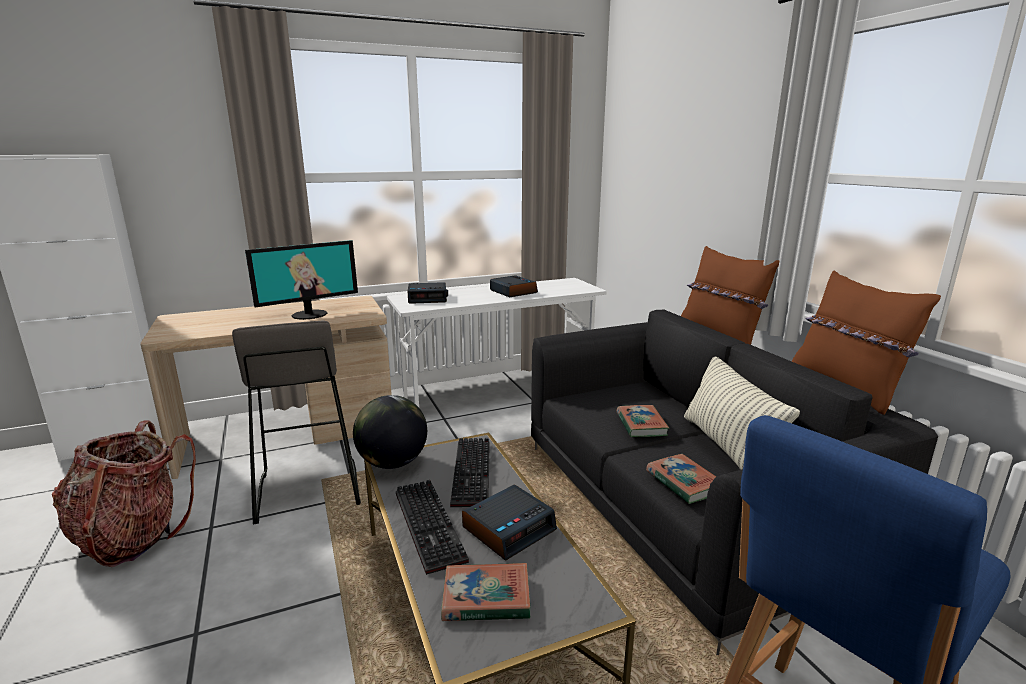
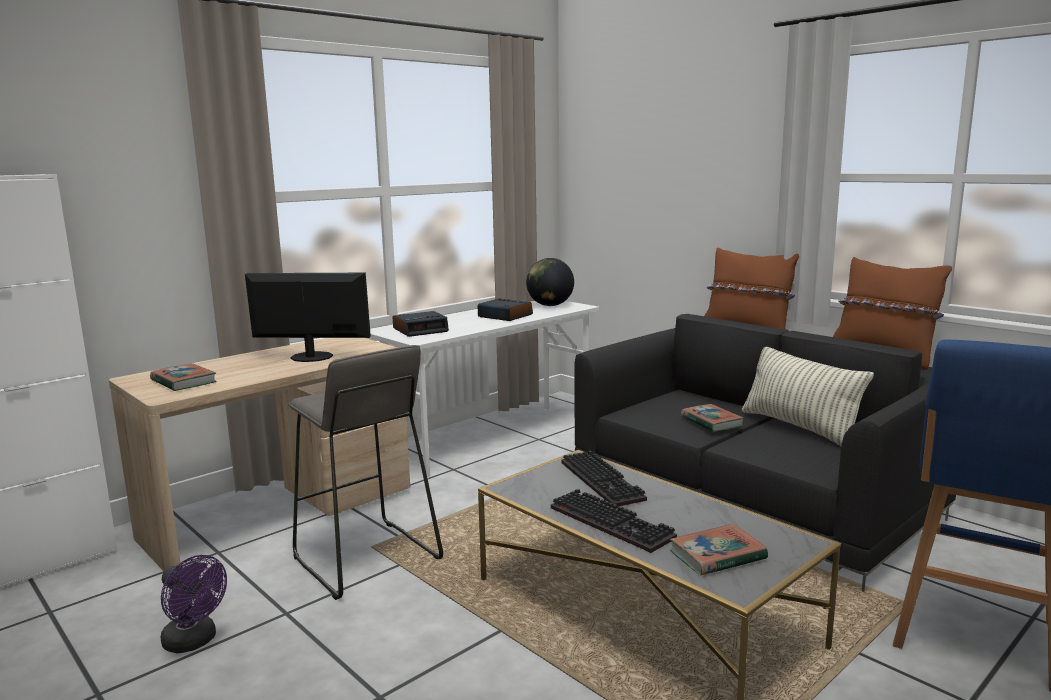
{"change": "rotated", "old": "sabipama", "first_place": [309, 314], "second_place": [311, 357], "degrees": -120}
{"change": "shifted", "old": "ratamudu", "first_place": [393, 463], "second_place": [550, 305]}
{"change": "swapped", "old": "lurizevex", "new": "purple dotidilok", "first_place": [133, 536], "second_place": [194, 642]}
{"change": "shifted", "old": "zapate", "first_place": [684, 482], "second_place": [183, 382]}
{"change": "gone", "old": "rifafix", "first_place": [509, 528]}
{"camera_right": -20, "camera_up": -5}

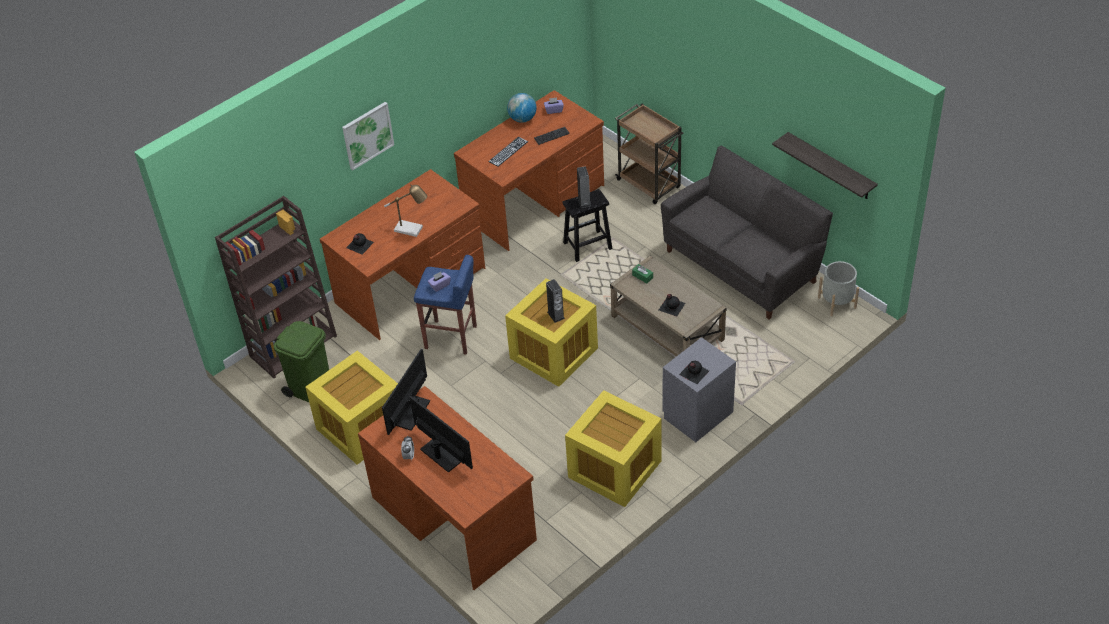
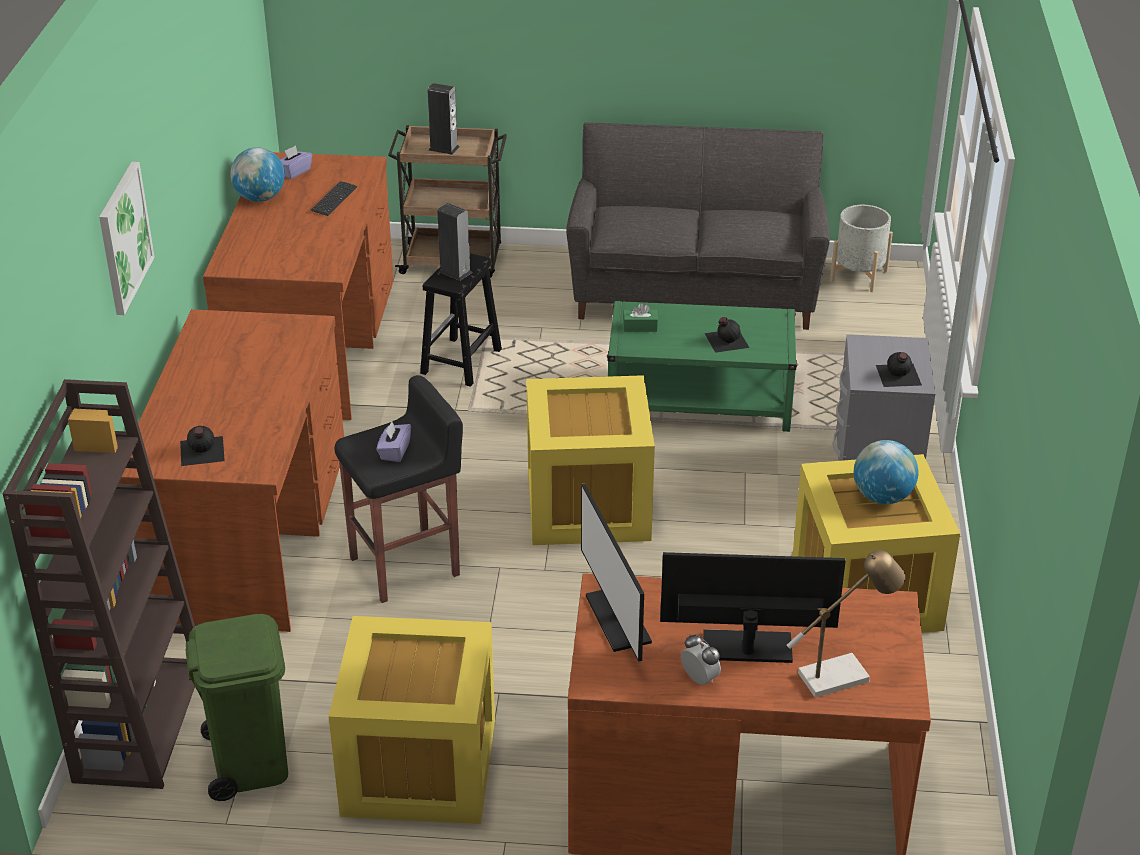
{"change": "gone", "old": "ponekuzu", "first_place": [831, 167]}
{"change": "gone", "old": "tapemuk", "first_place": [508, 151]}
{"change": "shifted", "old": "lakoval", "first_place": [412, 229], "second_place": [841, 674]}
{"change": "repainted", "old": "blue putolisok", "new": "black putolisok", "first_place": [451, 338], "second_place": [407, 567]}
{"change": "repainted", "old": "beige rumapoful", "new": "green rumapoful", "first_place": [667, 328], "second_place": [699, 399]}
{"change": "shifted", "old": "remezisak", "first_place": [556, 315], "second_place": [444, 148]}
{"change": "new", "new": "ratamudu", "second_place": [882, 497]}
{"camera_right": -45, "camera_up": -10}

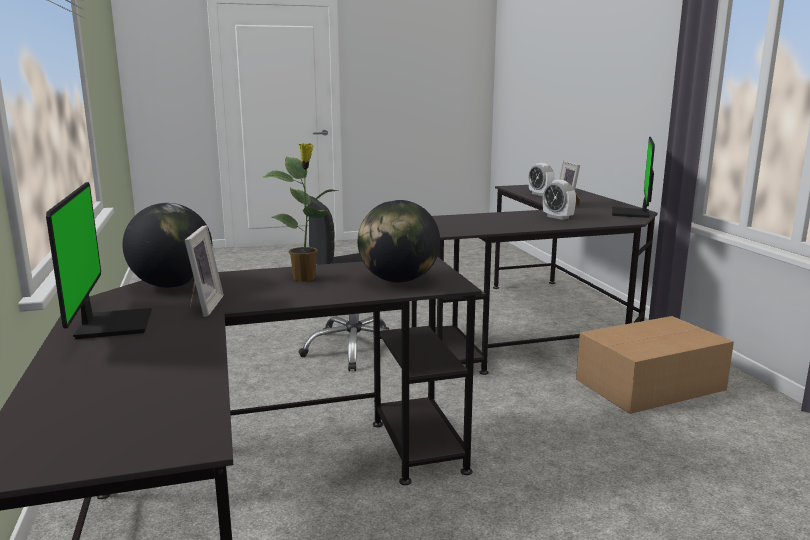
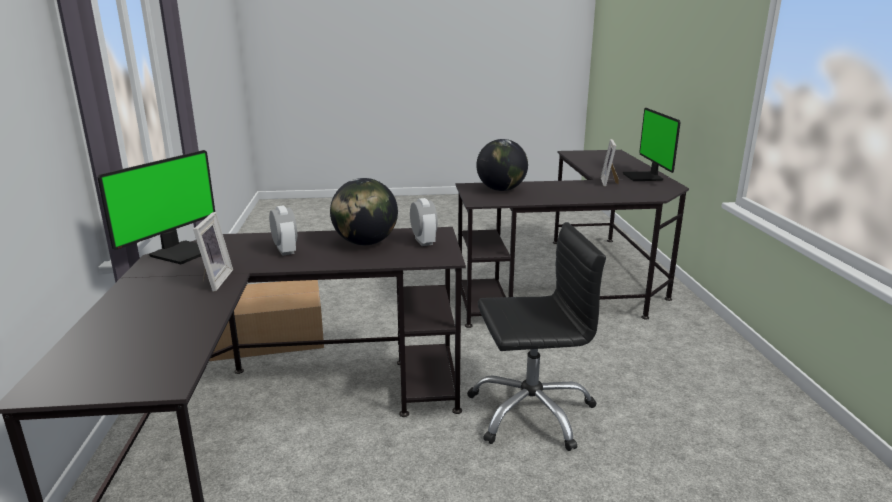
{"change": "gone", "old": "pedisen", "first_place": [306, 278]}
{"change": "shifted", "old": "rifafix", "first_place": [540, 194], "second_place": [423, 241]}
{"change": "shifted", "old": "ratamudu", "first_place": [172, 285], "second_place": [365, 243]}
{"camera_right": -170, "camera_up": 5}

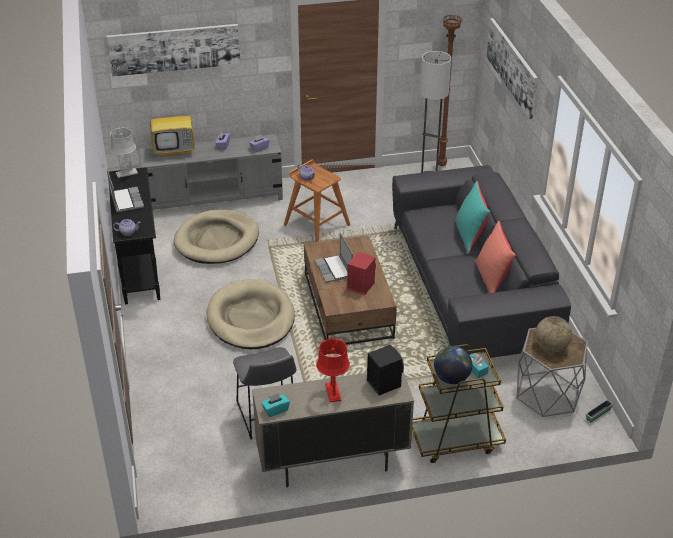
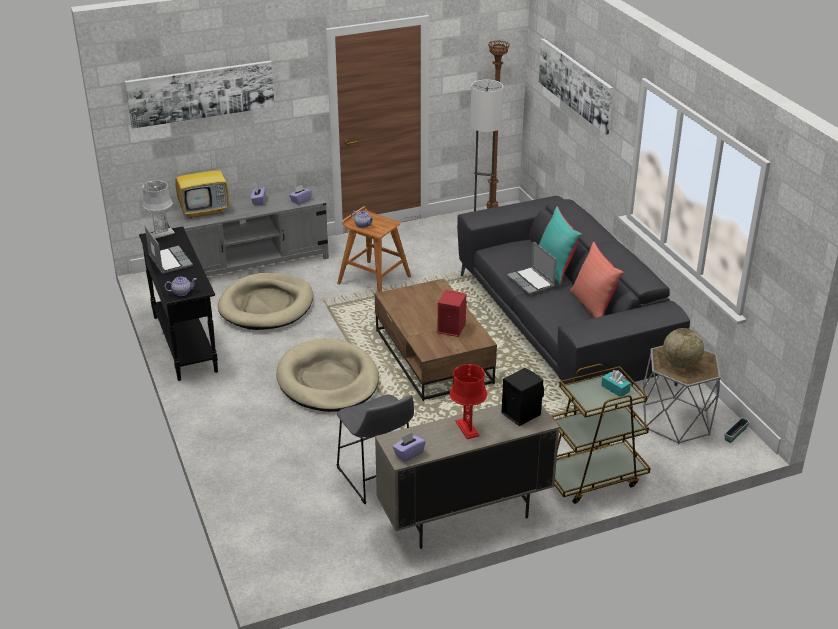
{"change": "shifted", "old": "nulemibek", "first_place": [334, 269], "second_place": [531, 282]}
{"change": "gone", "old": "ratamudu", "first_place": [451, 378]}
{"change": "repainted", "old": "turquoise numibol", "new": "purple numibol", "first_place": [275, 410], "second_place": [408, 454]}
{"camera_right": -10, "camera_up": -5}

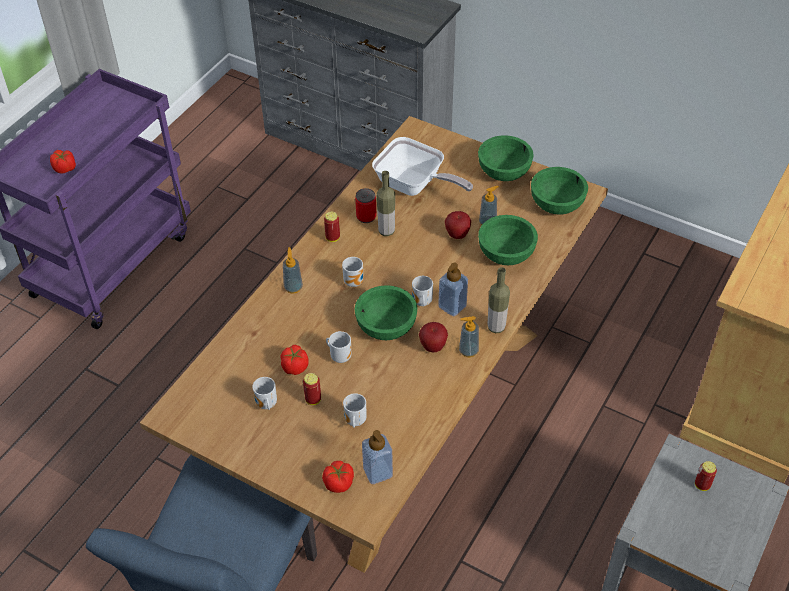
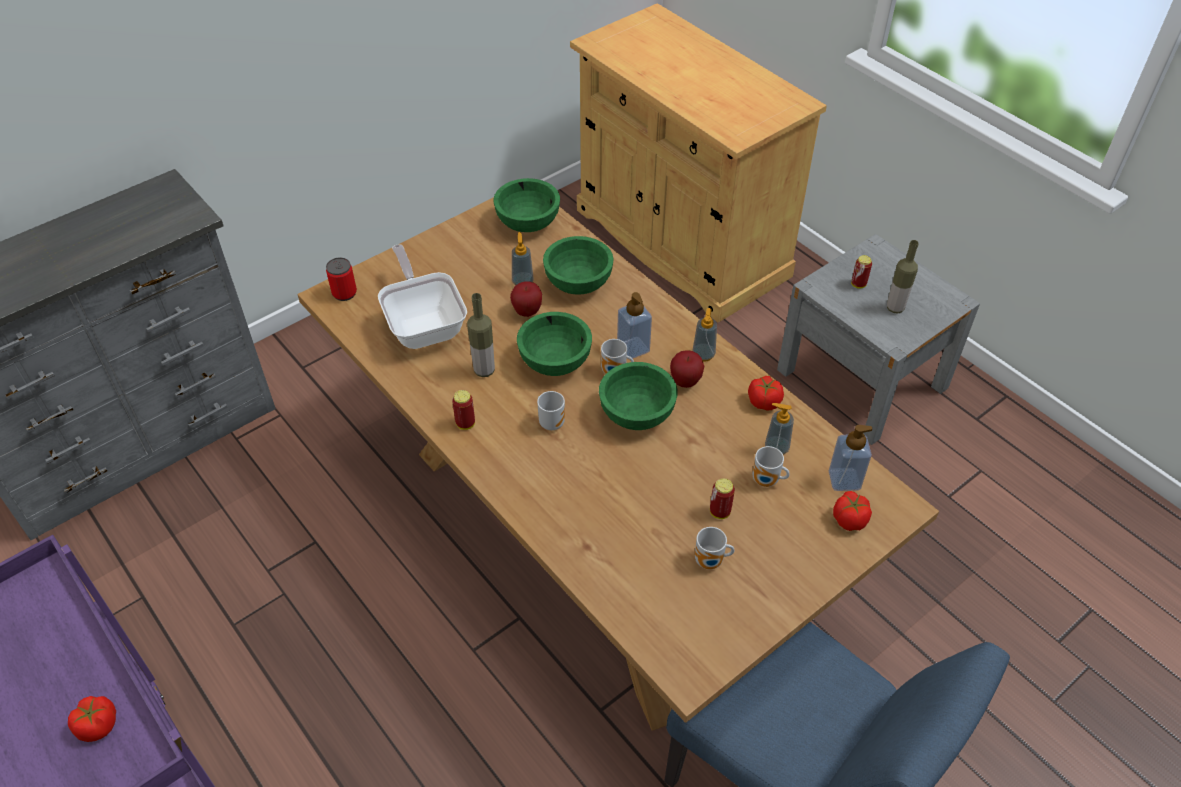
{"change": "shifted", "old": "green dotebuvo", "first_place": [504, 172], "second_place": [555, 361]}
{"change": "rotated", "old": "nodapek", "first_place": [414, 186], "second_place": [424, 324], "degrees": -75}
{"change": "shifted", "old": "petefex", "first_place": [366, 217], "second_place": [344, 293]}
{"change": "shifted", "old": "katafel", "first_place": [293, 287], "second_place": [776, 448]}
{"change": "shifted", "old": "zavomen", "first_place": [496, 327], "second_place": [895, 308]}
{"change": "gone", "old": "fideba", "first_place": [340, 356]}
{"change": "shifted", "old": "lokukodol", "first_place": [295, 366], "second_place": [763, 402]}
{"camera_right": -70, "camera_up": 0}

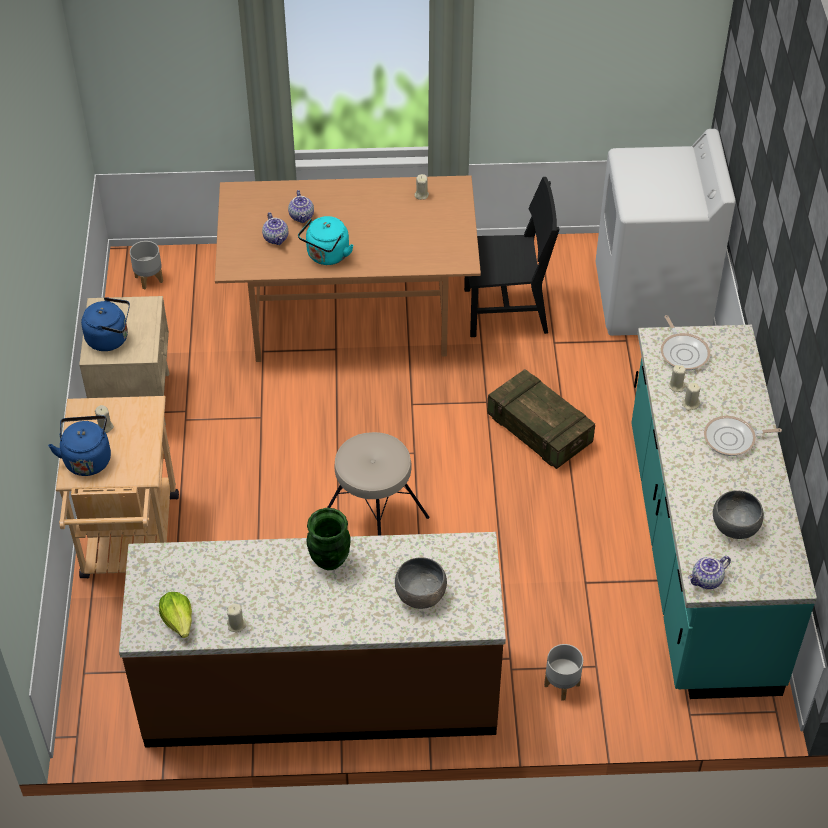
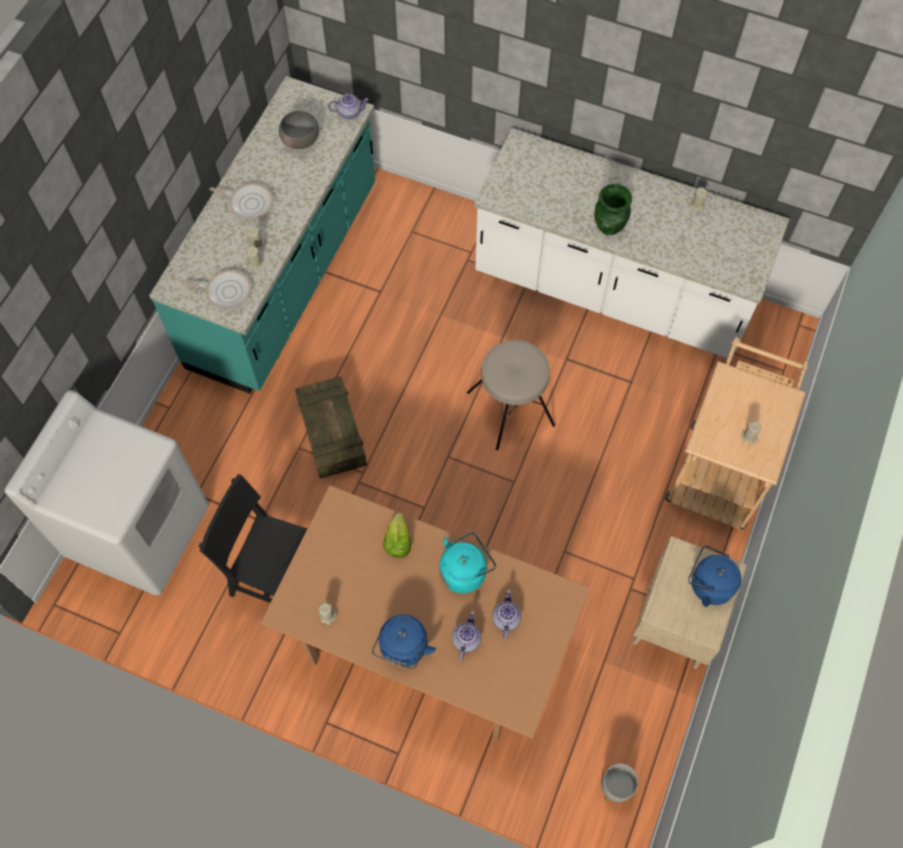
{"change": "rotated", "old": "nodapek", "first_place": [683, 352], "second_place": [226, 291], "degrees": 90}
{"change": "shifted", "old": "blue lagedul", "first_place": [87, 458], "second_place": [403, 649]}
{"change": "repainted", "old": "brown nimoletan", "new": "white nimoletan", "first_place": [320, 689], "second_place": [612, 290]}
{"change": "gone", "old": "grey dotebuvo", "first_place": [420, 594]}
{"change": "shifted", "old": "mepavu", "first_place": [179, 621], "second_place": [397, 541]}
{"change": "gone", "old": "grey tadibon", "first_place": [561, 684]}
{"camera_right": -155, "camera_up": 15}

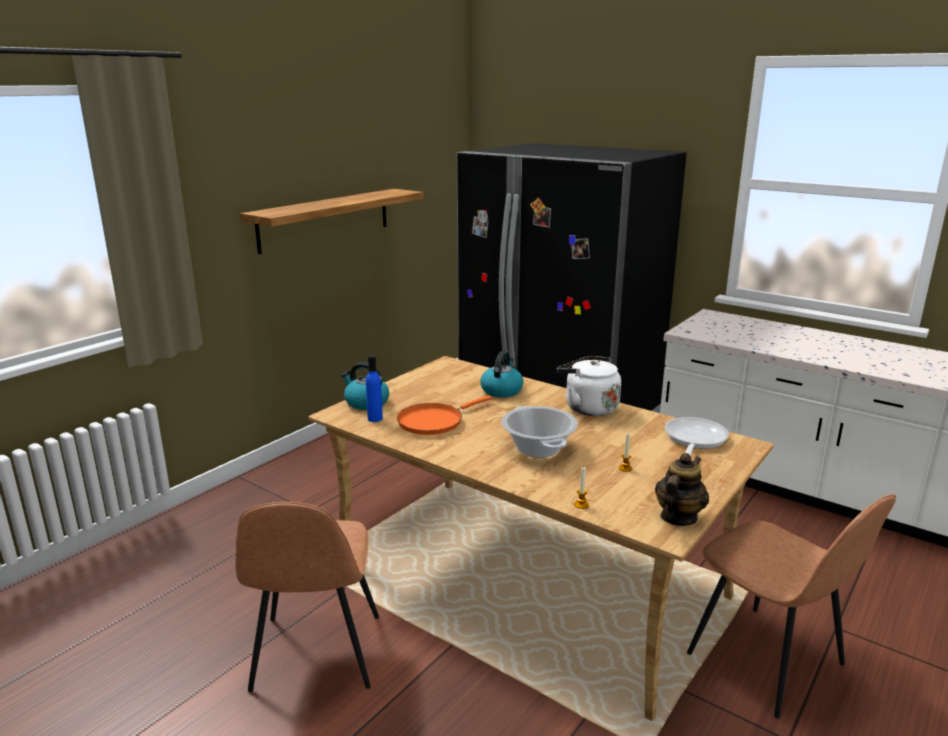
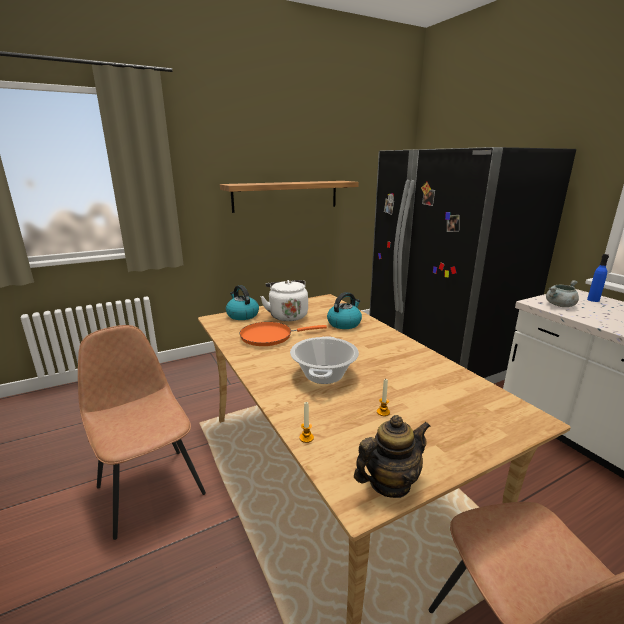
{"change": "shifted", "old": "blue zavomen", "first_place": [375, 418], "second_place": [593, 300]}
{"change": "shifted", "old": "white lagedul", "first_place": [588, 407], "second_place": [287, 315]}
{"change": "gone", "old": "nodapek", "first_place": [694, 440]}
{"change": "rotated", "old": "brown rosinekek", "first_place": [316, 655], "second_place": [150, 488], "degrees": 120}
{"change": "new", "new": "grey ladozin", "second_place": [560, 305]}
{"camera_right": 25, "camera_up": 0}

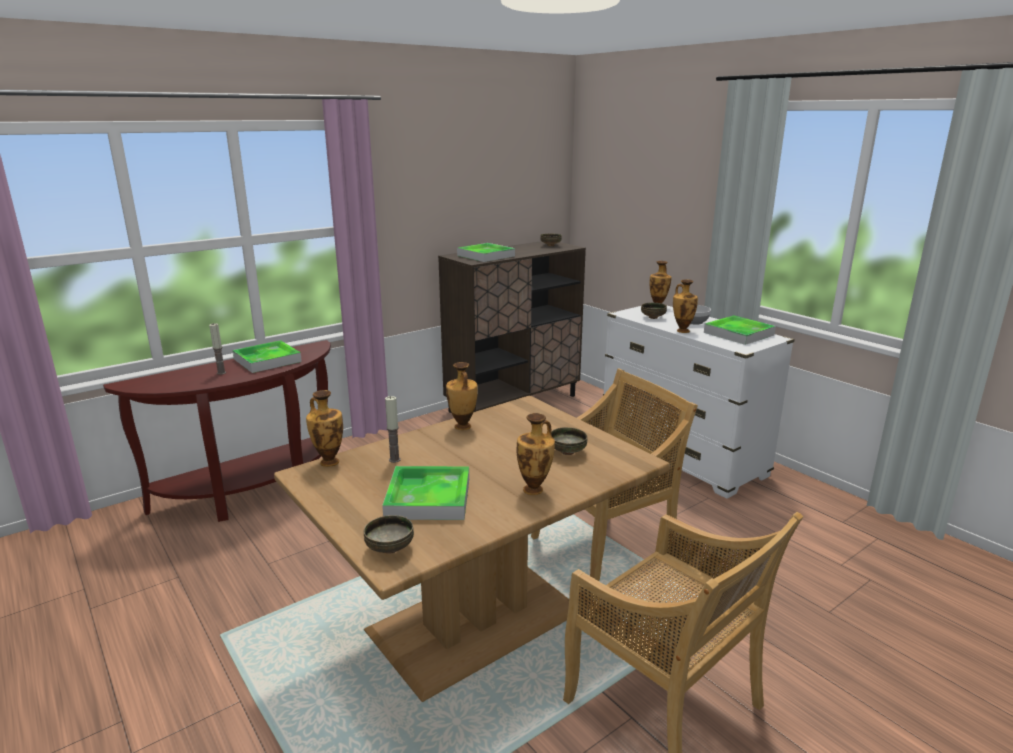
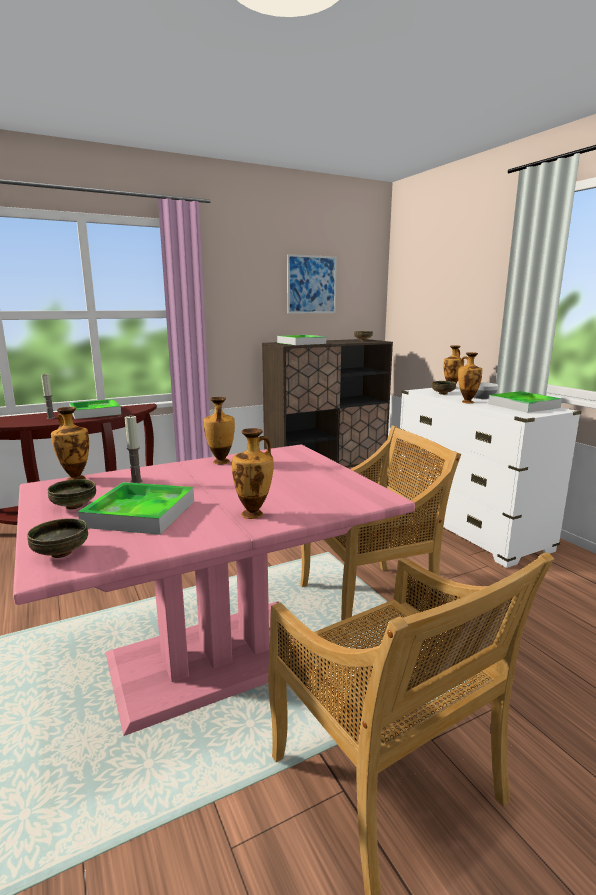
{"change": "repainted", "old": "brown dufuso", "new": "pink dufuso", "first_place": [477, 622], "second_place": [216, 659]}
{"change": "shifted", "old": "dotebuvo", "first_place": [567, 452], "second_place": [73, 506]}
{"change": "new", "new": "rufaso", "second_place": [311, 284]}
{"camera_right": 10, "camera_up": -5}

